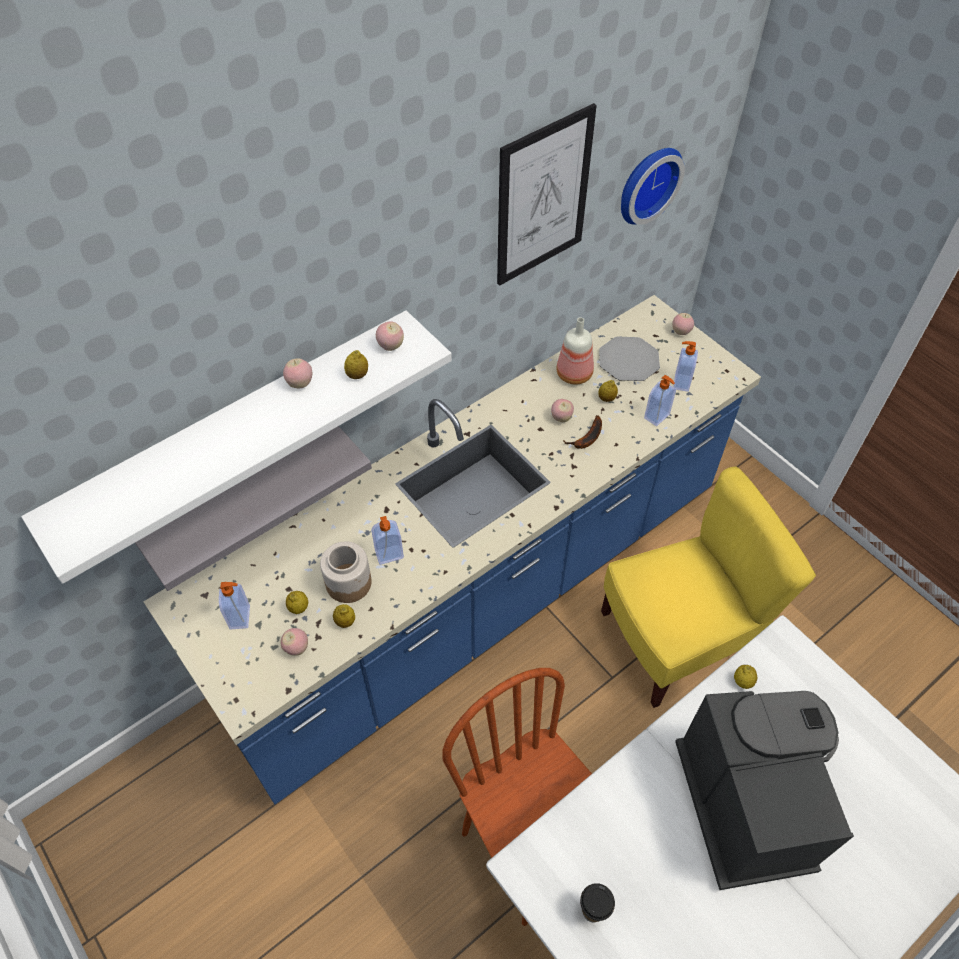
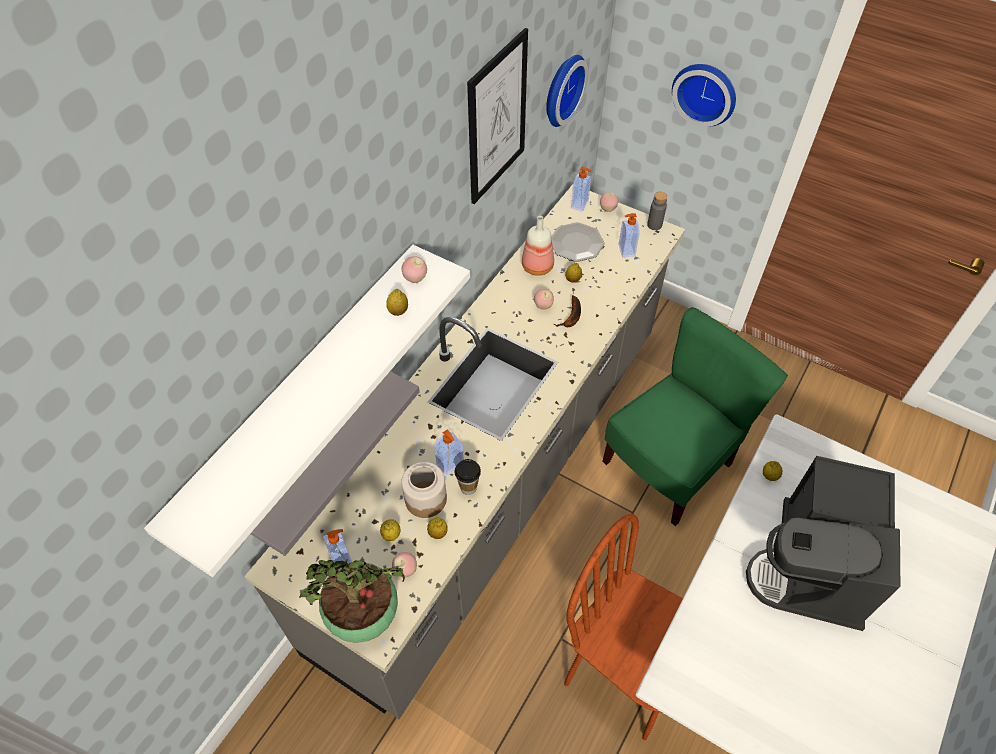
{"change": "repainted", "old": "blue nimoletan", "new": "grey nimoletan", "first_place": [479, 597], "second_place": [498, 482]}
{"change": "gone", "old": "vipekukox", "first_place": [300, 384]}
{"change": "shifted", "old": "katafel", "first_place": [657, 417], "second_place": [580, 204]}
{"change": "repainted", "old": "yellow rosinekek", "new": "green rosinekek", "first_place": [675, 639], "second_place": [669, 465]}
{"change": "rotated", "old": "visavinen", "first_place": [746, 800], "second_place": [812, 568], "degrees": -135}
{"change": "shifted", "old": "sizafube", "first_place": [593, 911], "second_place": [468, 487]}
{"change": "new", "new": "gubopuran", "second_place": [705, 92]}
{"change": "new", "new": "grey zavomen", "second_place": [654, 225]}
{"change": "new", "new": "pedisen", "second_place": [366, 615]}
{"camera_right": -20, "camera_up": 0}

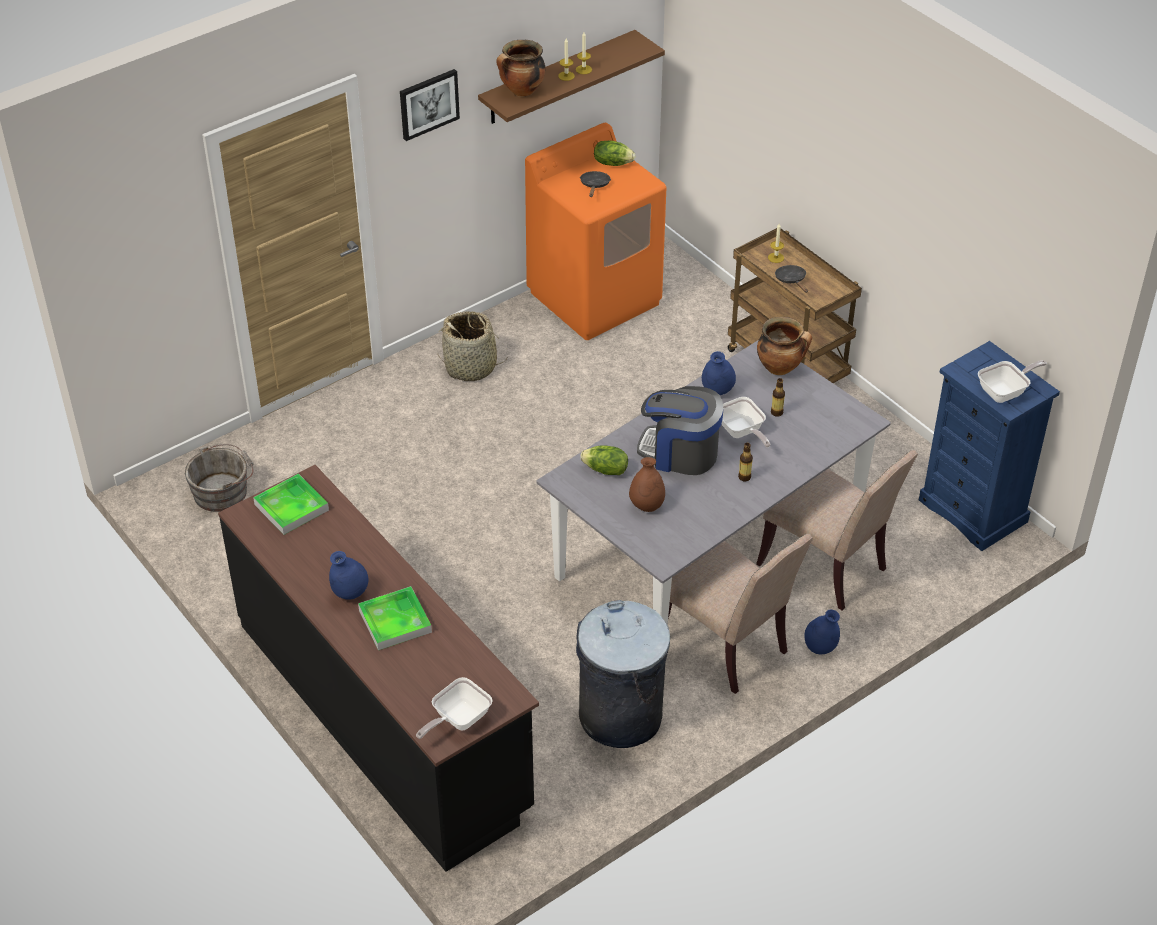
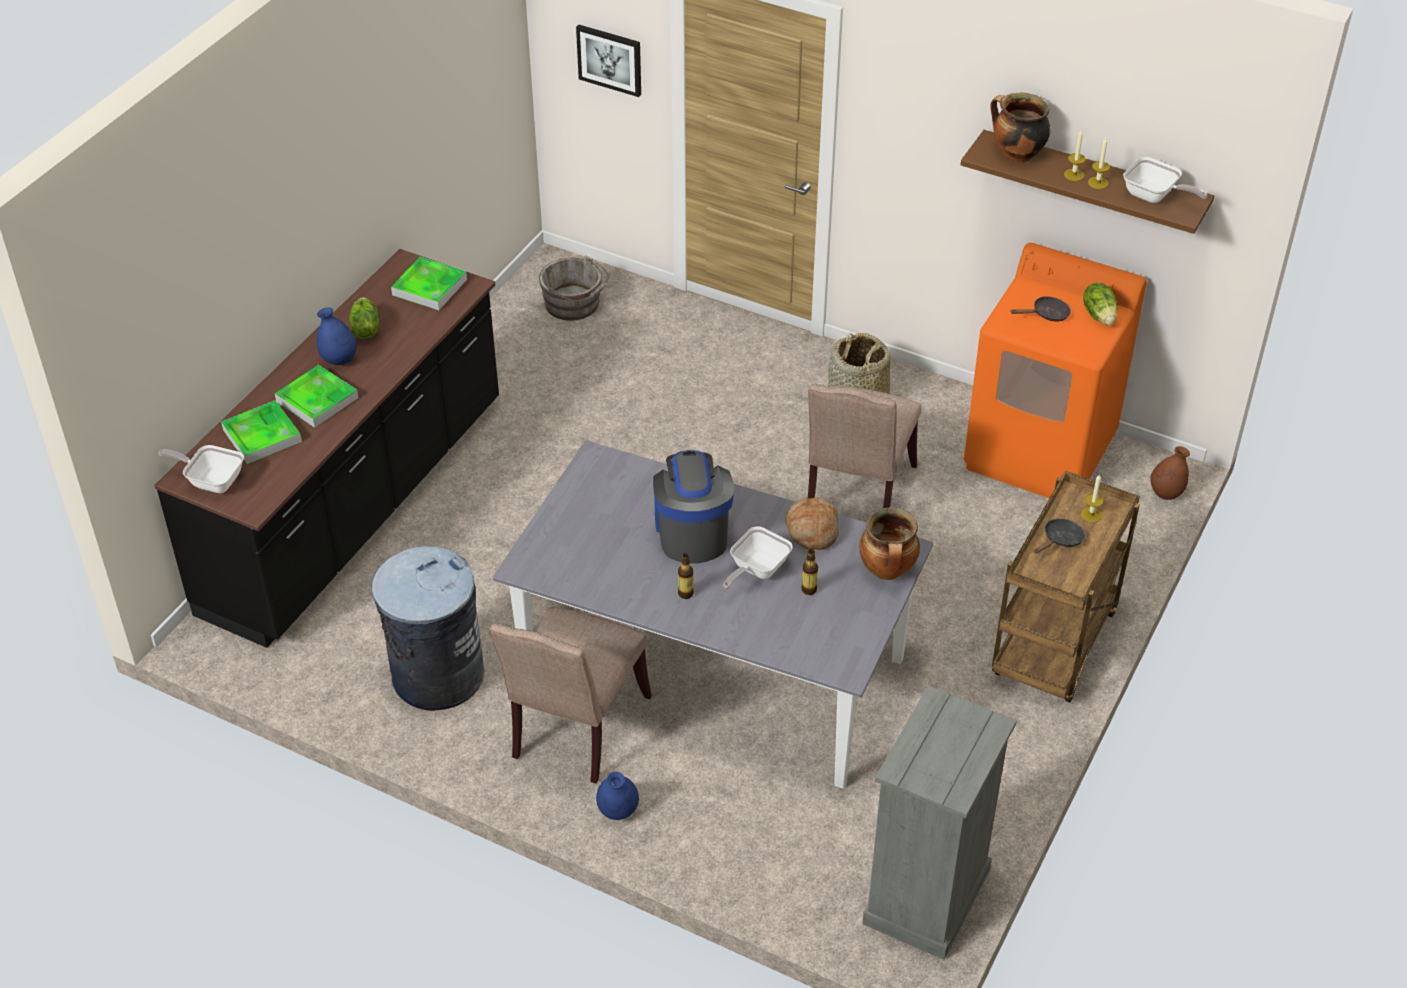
{"change": "shifted", "old": "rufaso", "first_place": [428, 104], "second_place": [610, 59]}
{"change": "repainted", "old": "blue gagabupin", "new": "grey gagabupin", "first_place": [973, 511], "second_place": [926, 897]}
{"change": "swapped", "old": "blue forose", "new": "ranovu", "first_place": [717, 391], "second_place": [811, 531]}
{"change": "shifted", "old": "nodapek", "first_place": [1005, 392], "second_place": [1154, 196]}
{"change": "shifted", "old": "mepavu", "first_place": [605, 470], "second_place": [365, 329]}
{"change": "shifted", "old": "beige rosinekek", "first_place": [828, 567], "second_place": [856, 496]}
{"change": "shifted", "old": "brown forose", "first_place": [647, 505], "second_place": [1166, 493]}
{"change": "new", "new": "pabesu", "second_place": [262, 436]}
{"camera_right": 65, "camera_up": 0}

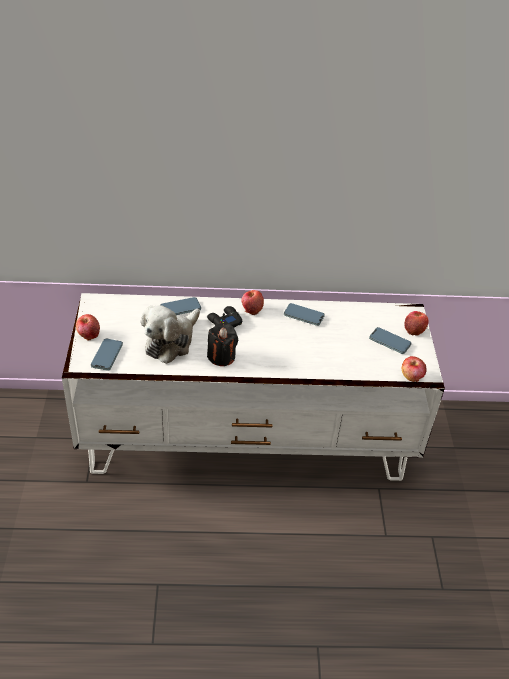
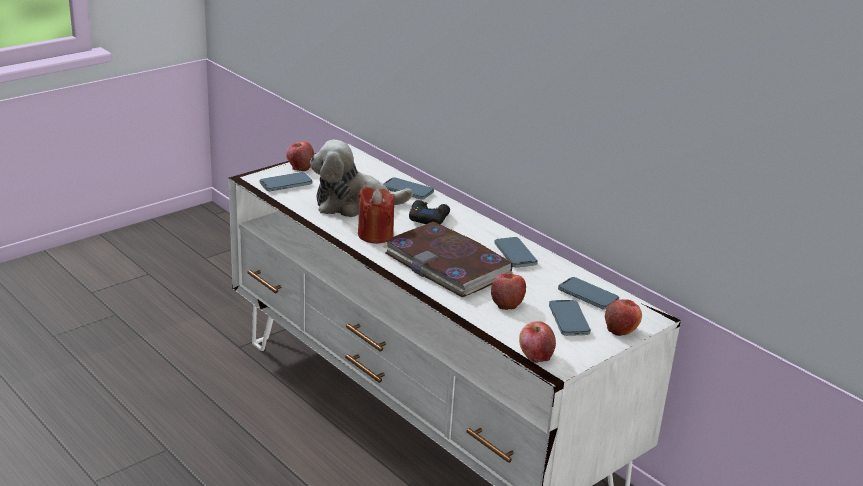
{"change": "shifted", "old": "vipekukox", "first_place": [252, 309], "second_place": [507, 303]}
{"change": "repainted", "old": "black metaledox", "new": "red metaledox", "first_place": [221, 356], "second_place": [375, 235]}
{"change": "new", "new": "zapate", "second_place": [448, 264]}
{"change": "new", "new": "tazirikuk", "second_place": [588, 296]}
{"camera_right": 50, "camera_up": -15}

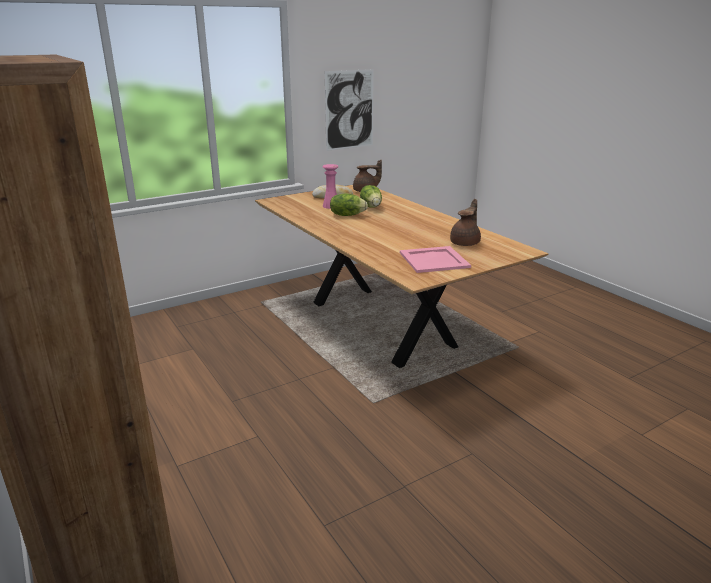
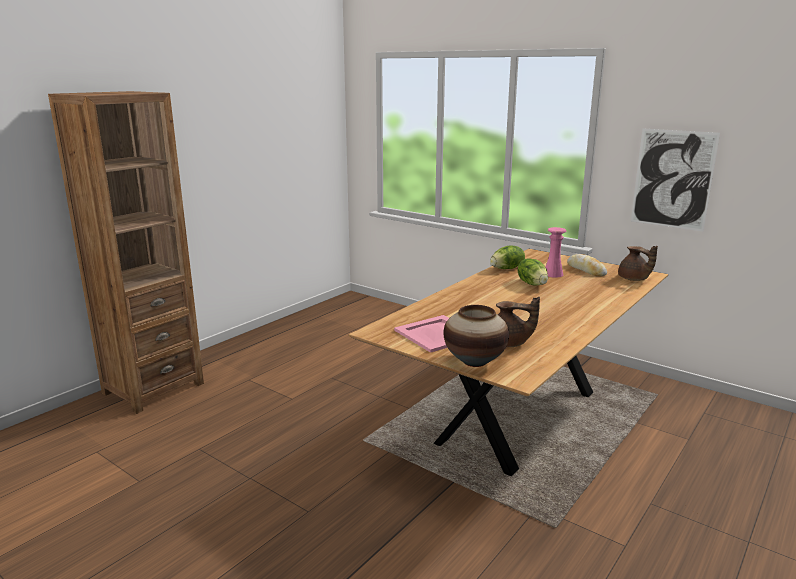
{"change": "shifted", "old": "mepavu", "first_place": [371, 206], "second_place": [507, 268]}
{"change": "new", "new": "forose", "second_place": [474, 361]}
{"camera_right": 70, "camera_up": -5}

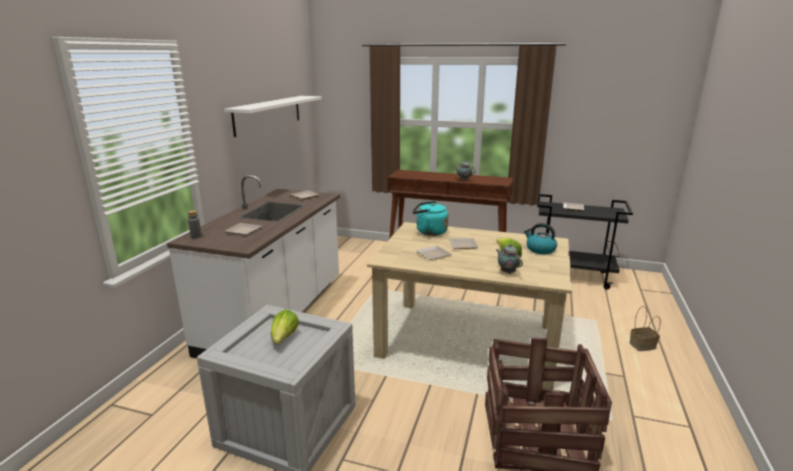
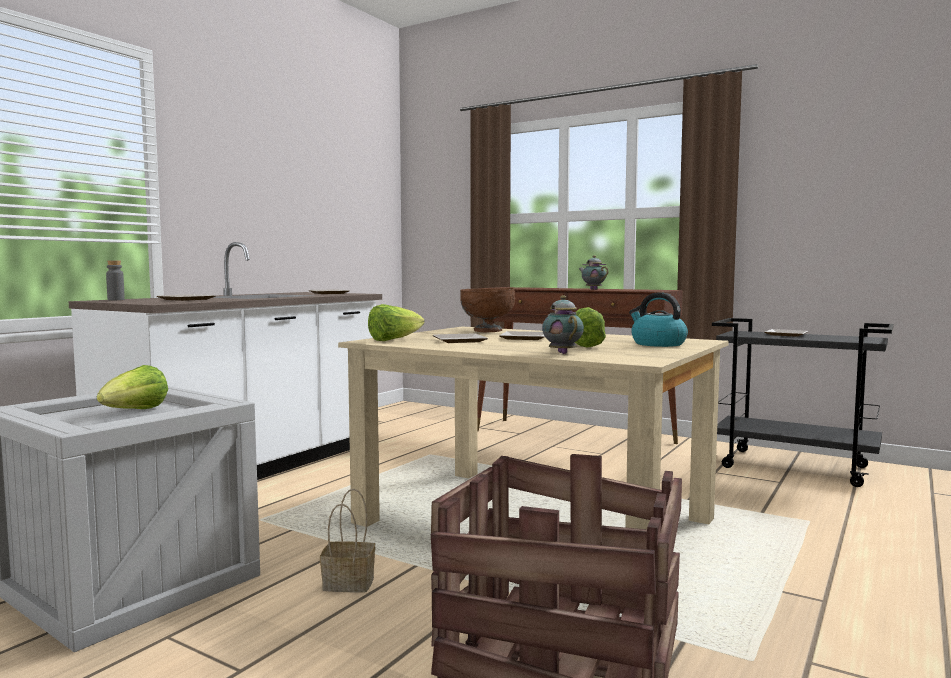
{"change": "gone", "old": "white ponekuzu", "first_place": [268, 114]}
{"change": "swapped", "old": "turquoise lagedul", "new": "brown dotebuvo", "first_place": [429, 232], "second_place": [487, 331]}
{"change": "shifted", "old": "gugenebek", "first_place": [642, 345], "second_place": [350, 583]}
{"change": "new", "new": "mepavu", "second_place": [394, 340]}
{"camera_right": 15, "camera_up": -15}

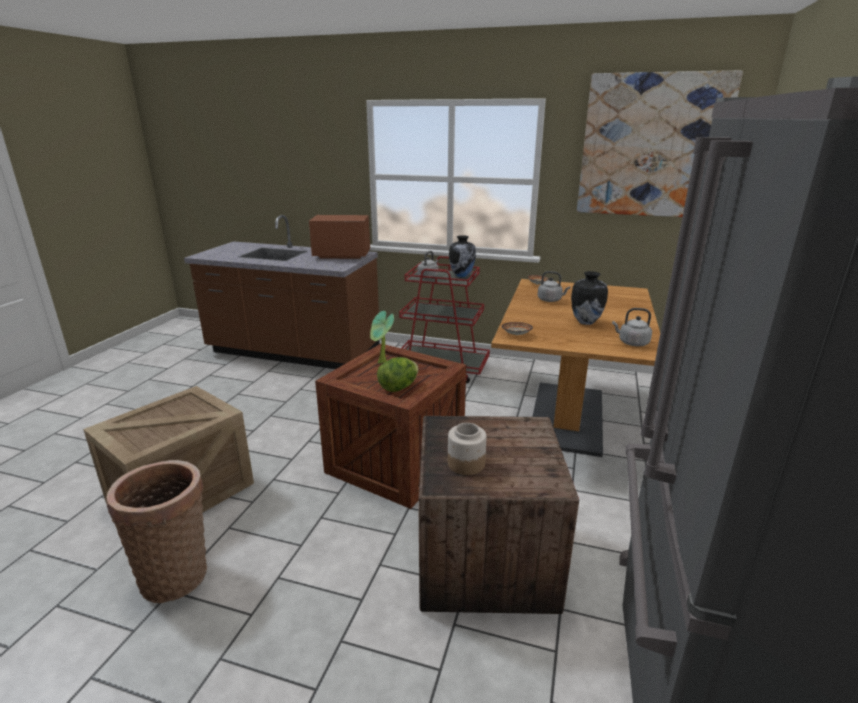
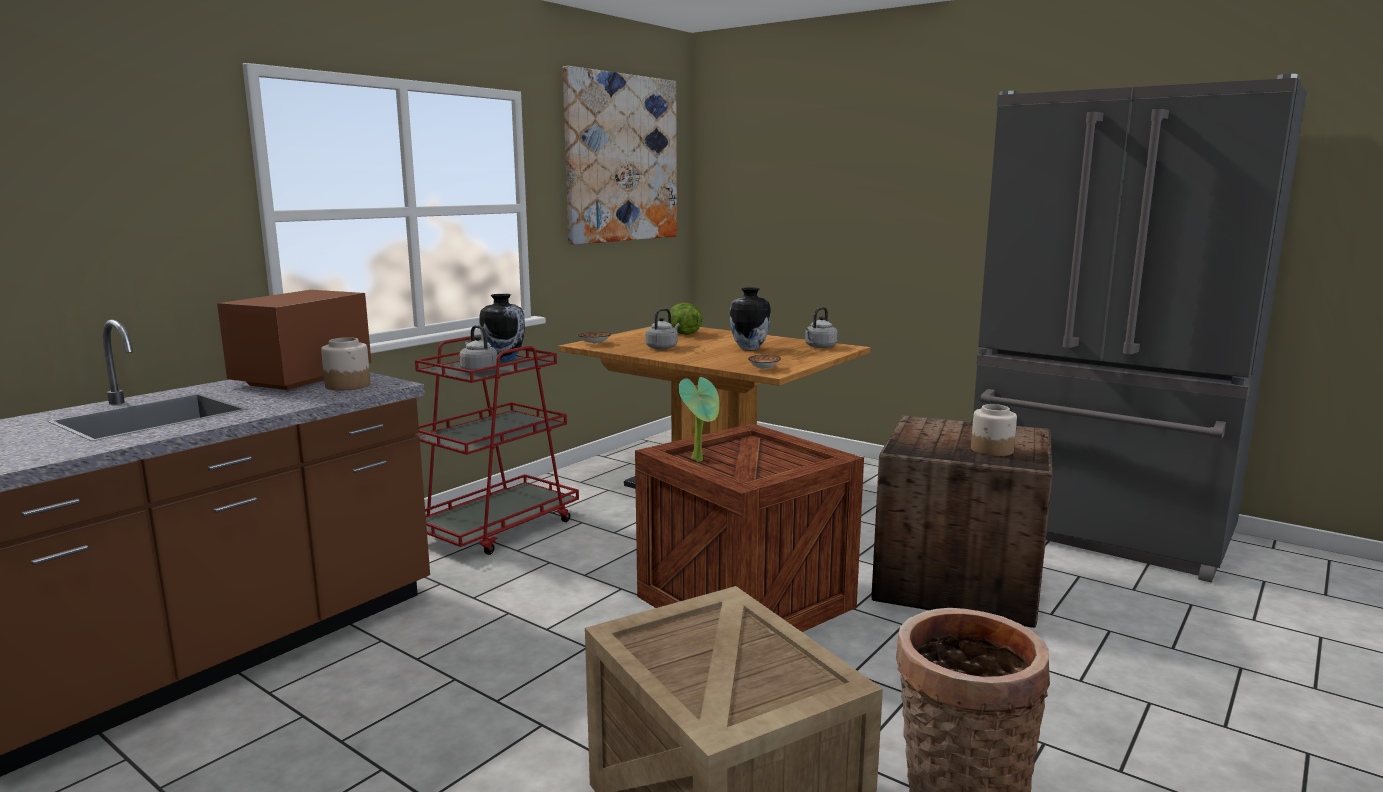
{"change": "shifted", "old": "mepavu", "first_place": [398, 387], "second_place": [684, 333]}
{"change": "new", "new": "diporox", "second_place": [348, 385]}
{"camera_right": -70, "camera_up": -10}

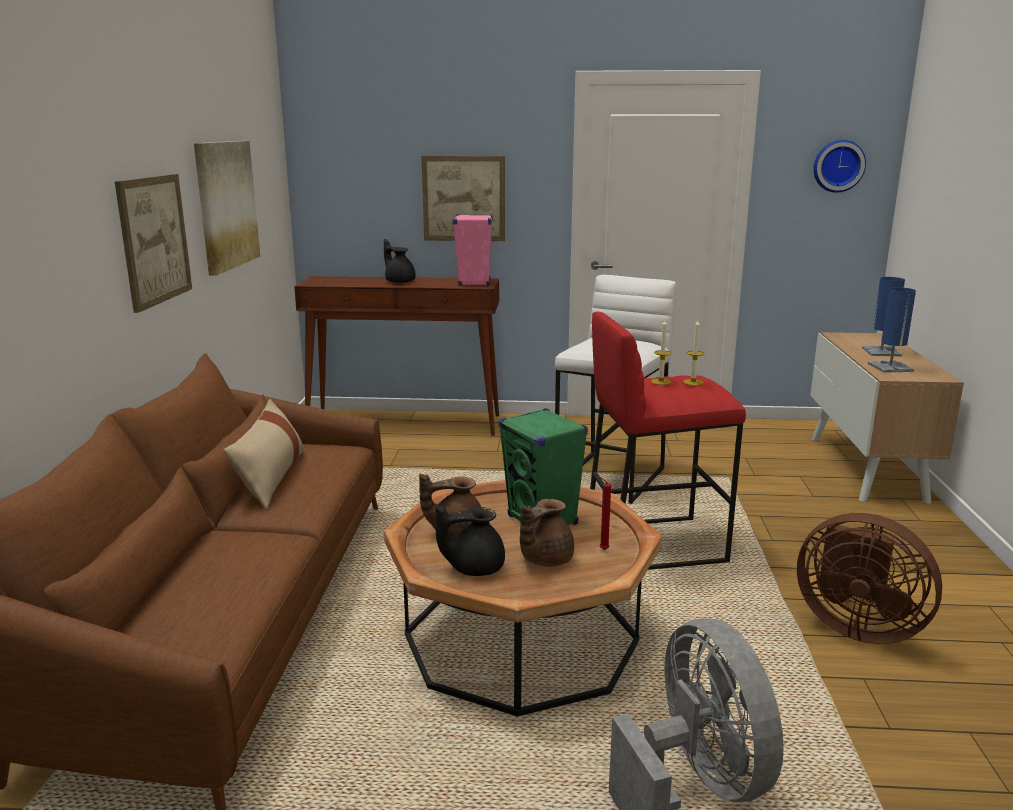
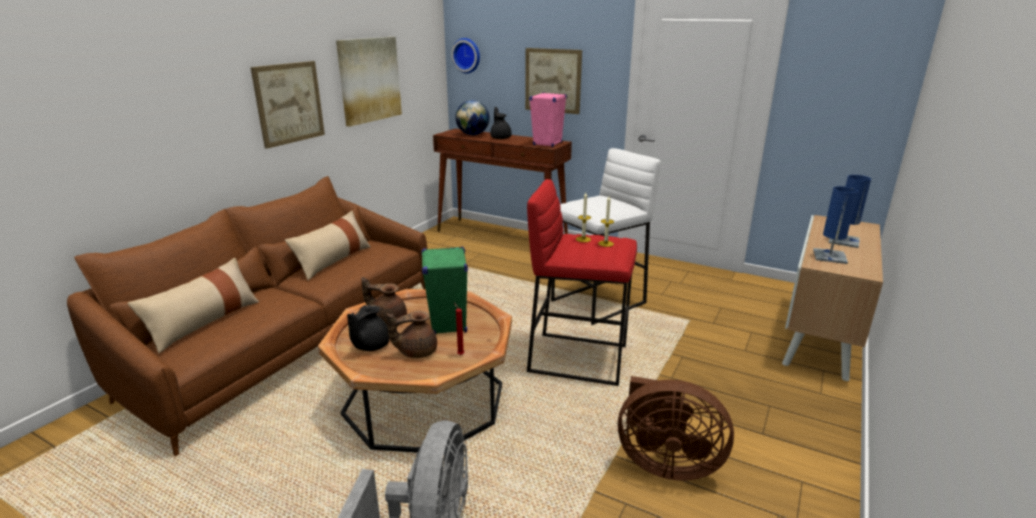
{"change": "shifted", "old": "gubopuran", "first_place": [838, 166], "second_place": [467, 55]}
{"change": "rotated", "old": "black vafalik", "first_place": [473, 567], "second_place": [369, 346], "degrees": -75}
{"change": "rotated", "old": "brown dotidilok", "first_place": [856, 626], "second_place": [664, 463], "degrees": -45}
{"change": "new", "new": "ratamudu", "second_place": [473, 134]}
{"change": "new", "new": "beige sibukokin", "second_place": [204, 322]}
{"camera_right": 25, "camera_up": 5}

